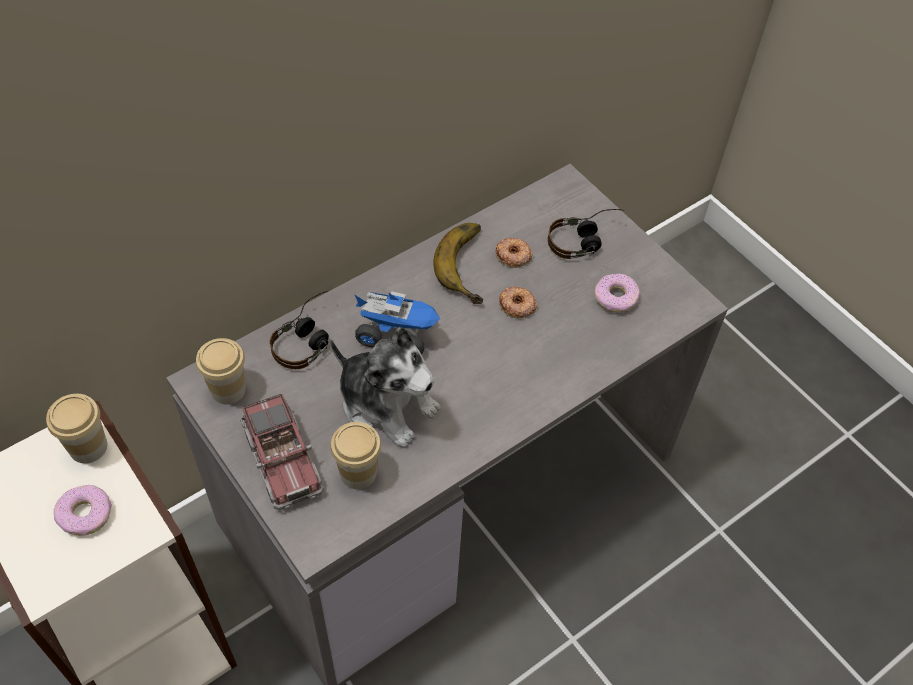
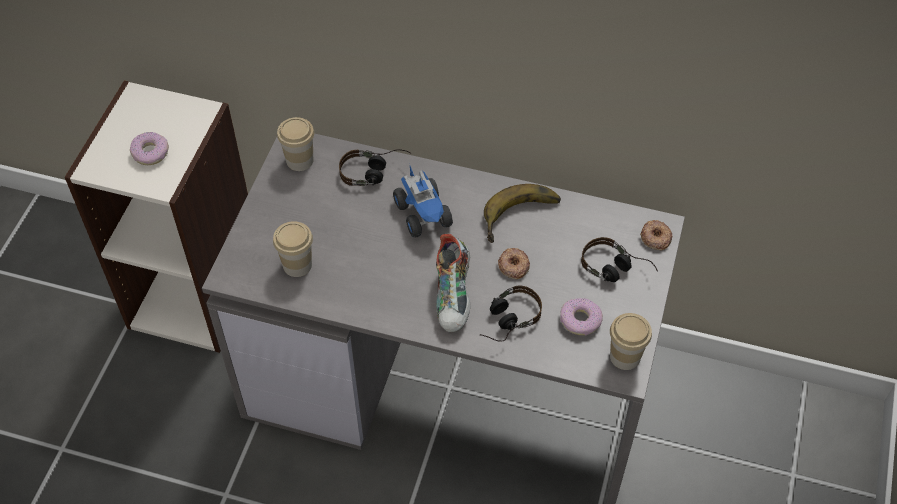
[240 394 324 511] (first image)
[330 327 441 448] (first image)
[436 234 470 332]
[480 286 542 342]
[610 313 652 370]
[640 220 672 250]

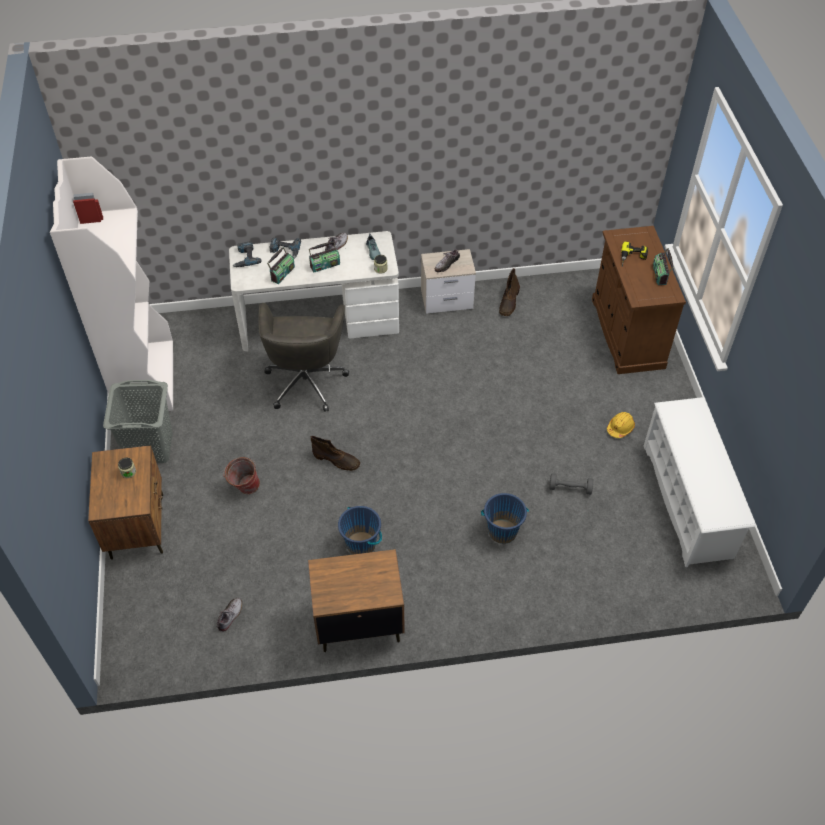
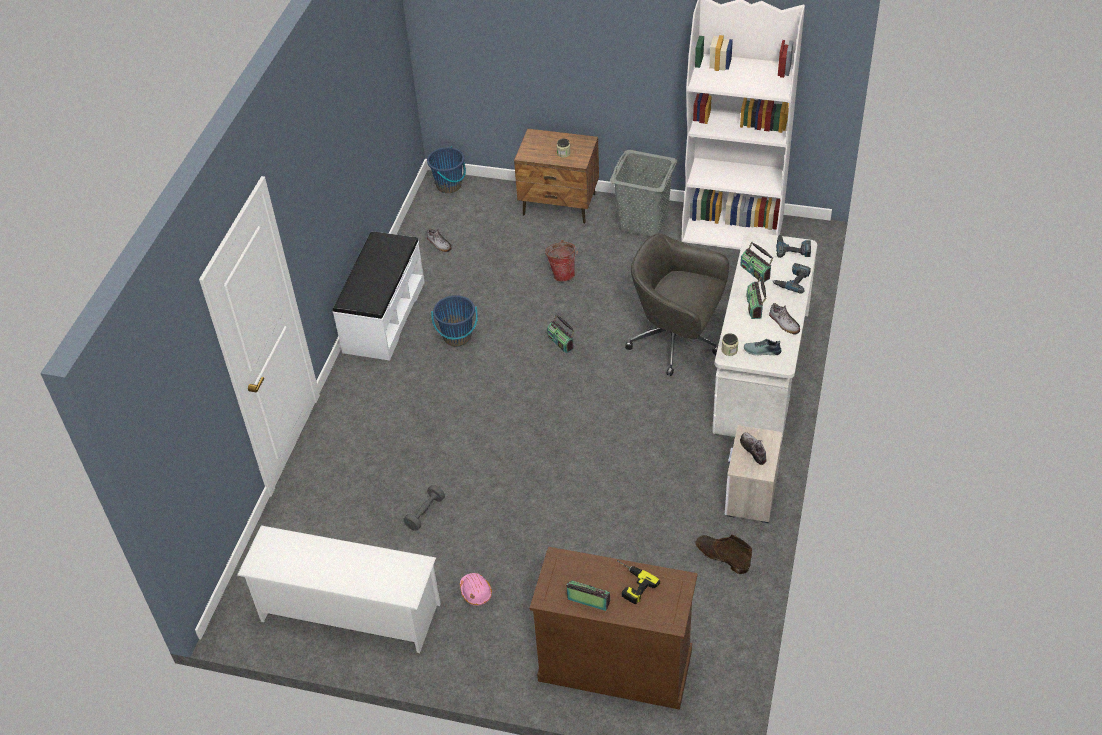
[427 147 466 193]
[333 231 425 361]
[547 314 575 353]
[460 573 492 606]

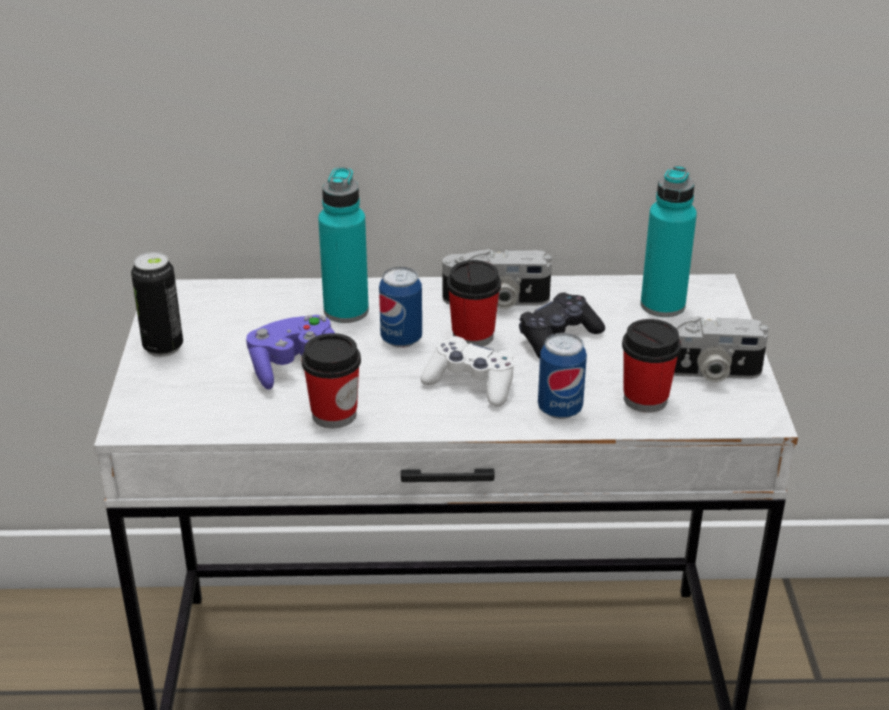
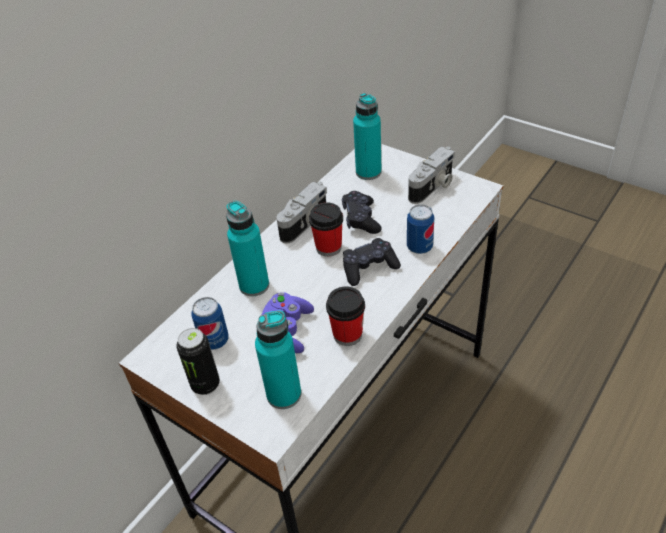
[622 319 681 413] (first image)
[255 310 301 409]
[191 297 229 350]
[343 238 401 286]

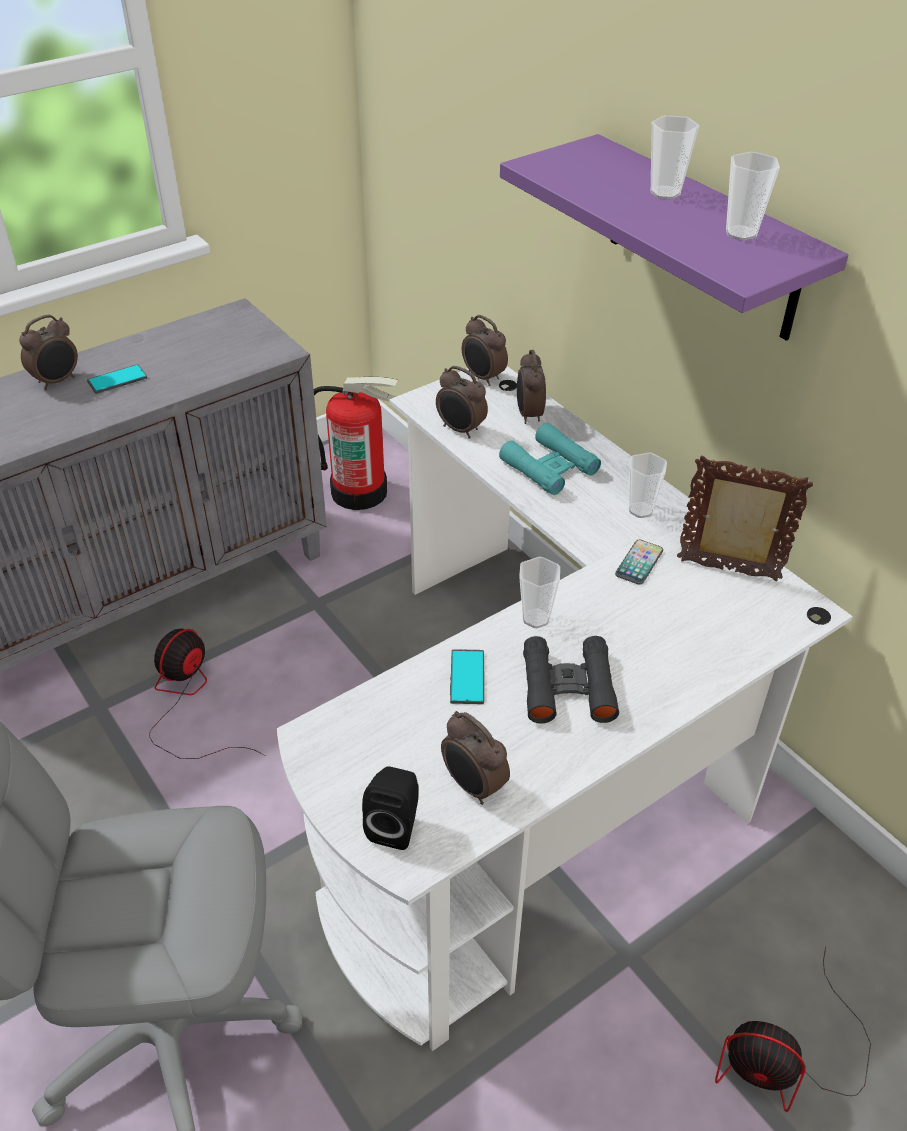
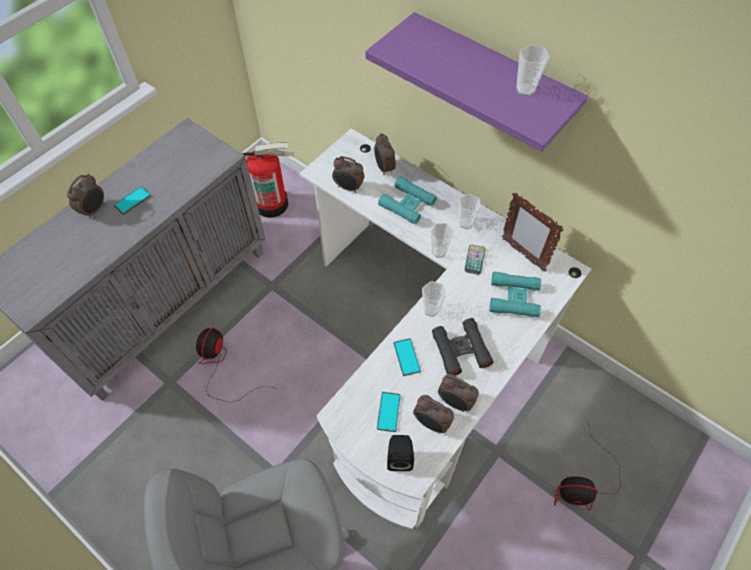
[377 392 401 432]
[490 271 541 317]
[438 374 479 412]
[431 223 454 258]
[502 193 564 272]

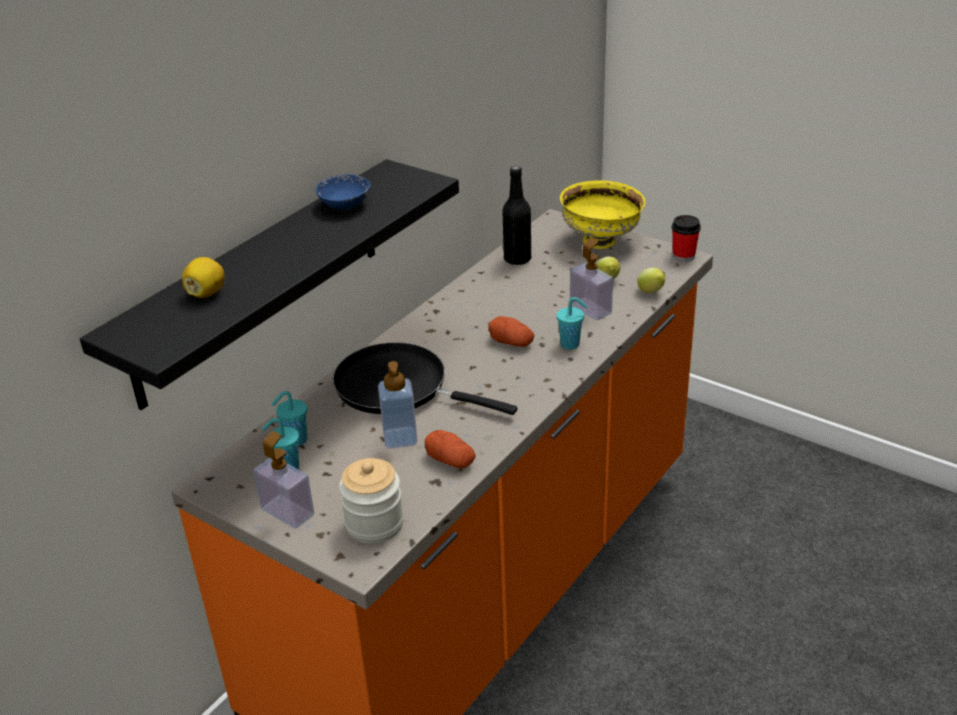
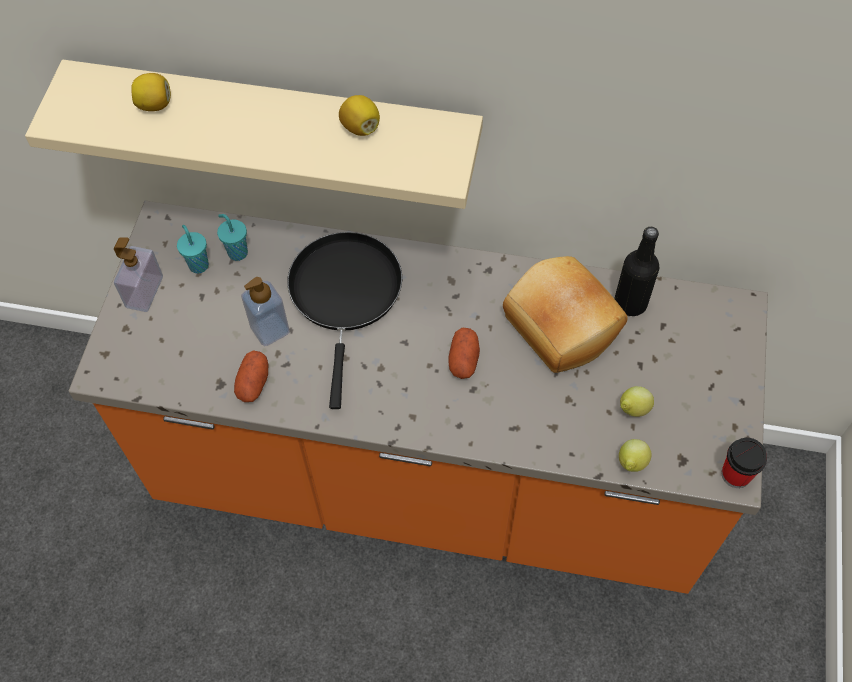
[339 458 404 544] (first image)
[557 297 587 350] (first image)
[560 180 645 249] (first image)
[570 238 613 320] (first image)
[503 256 627 373]
[339 95 380 136]
[25 60 483 209]

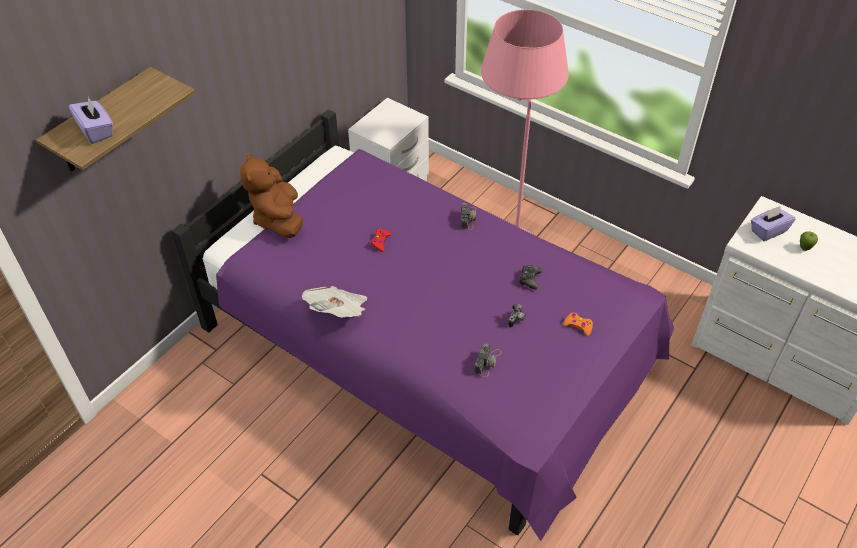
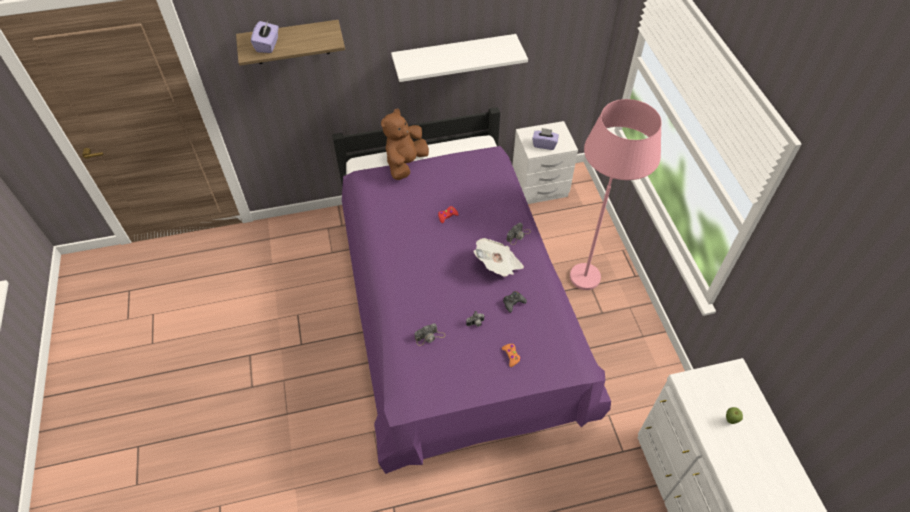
[391 34 528 82]
[473 238 524 277]
[532 128 559 150]

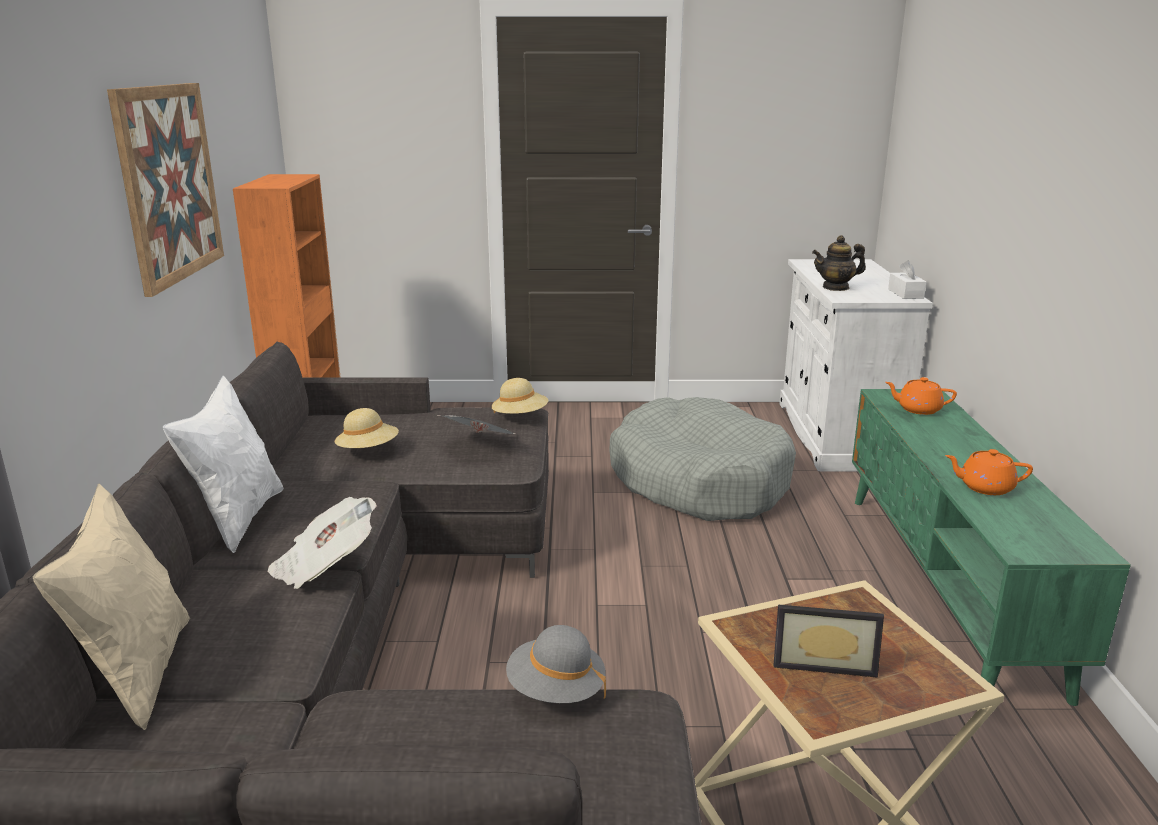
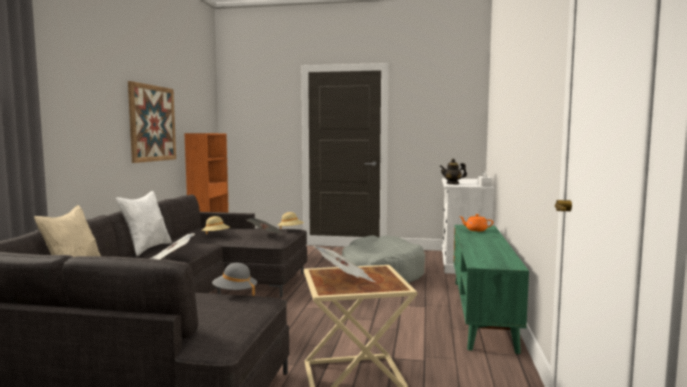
[945 449 1033 495] (first image)
[313 246 375 282]

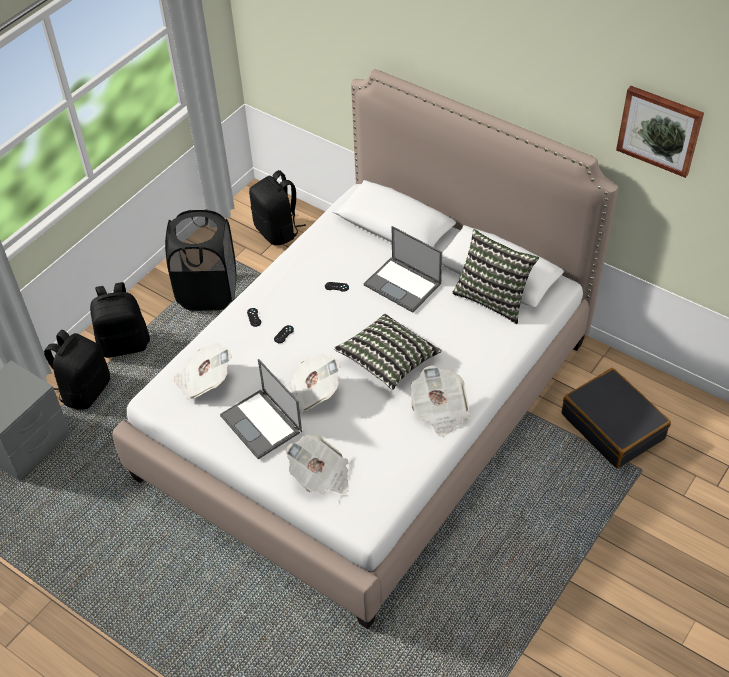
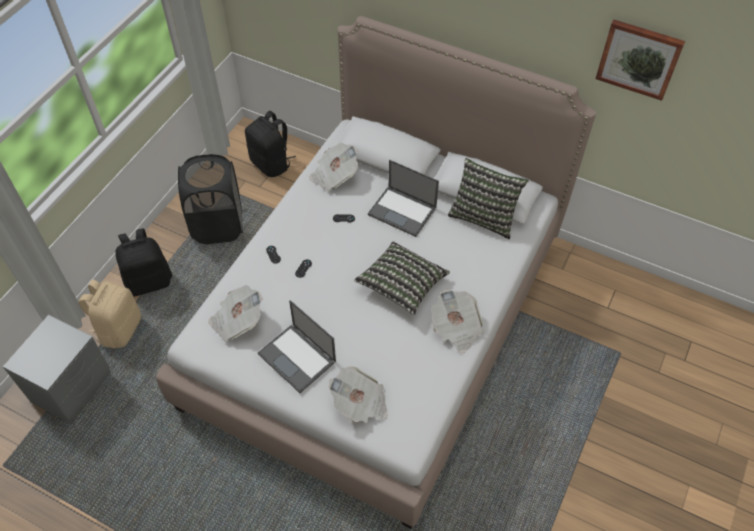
[562 368 671 469] (first image)
[309 143 358 192]
[79 279 141 348]

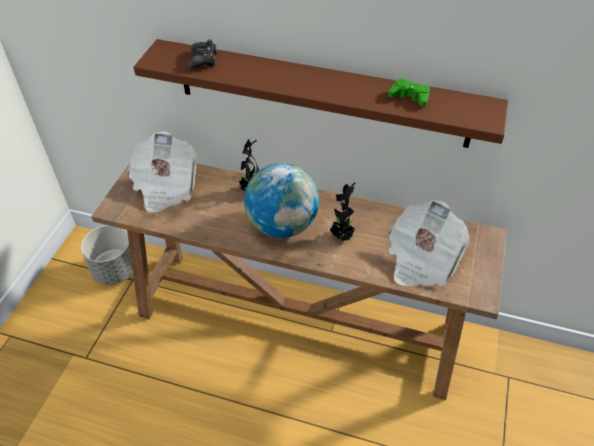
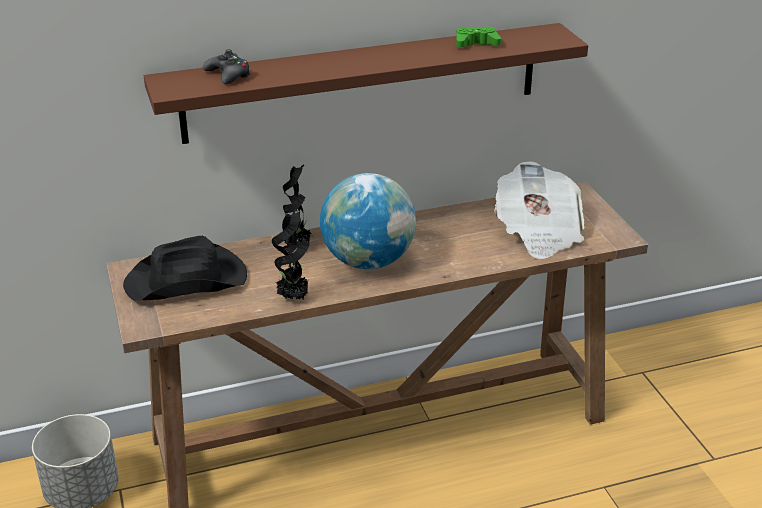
[272 209 310 300]
[123 236 247 301]

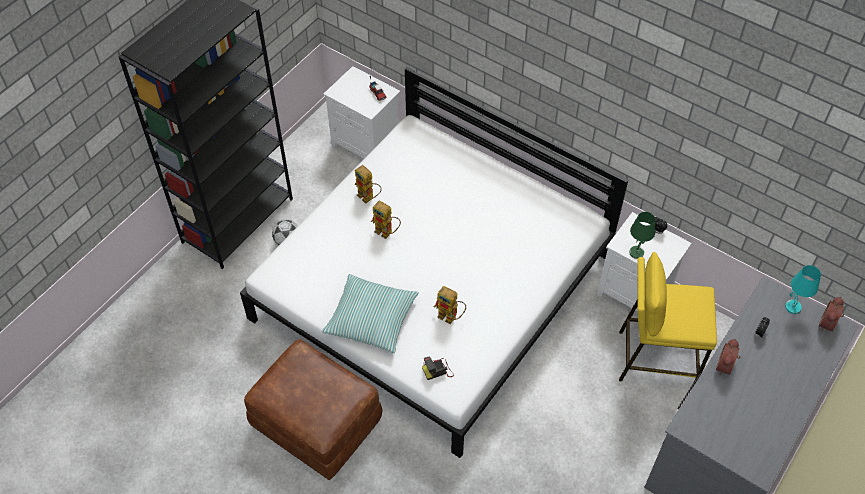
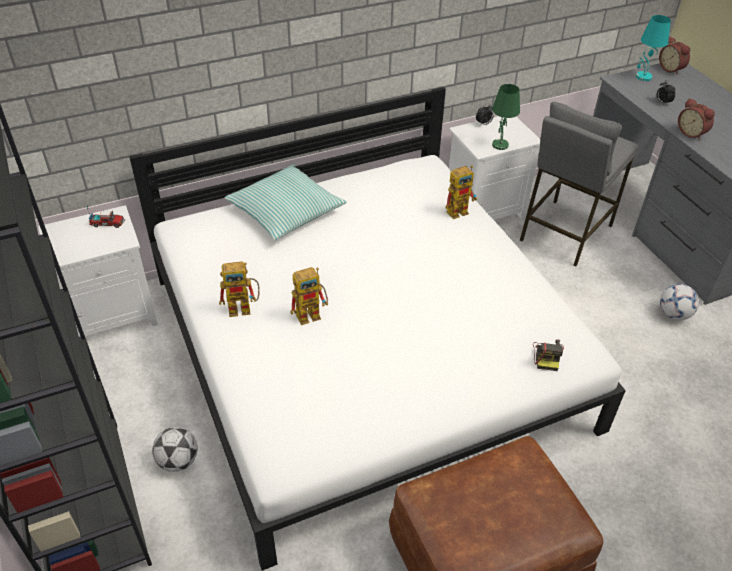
[660 284 699 320]
[224 164 347 240]
[445 165 477 219]
[520 102 638 266]

